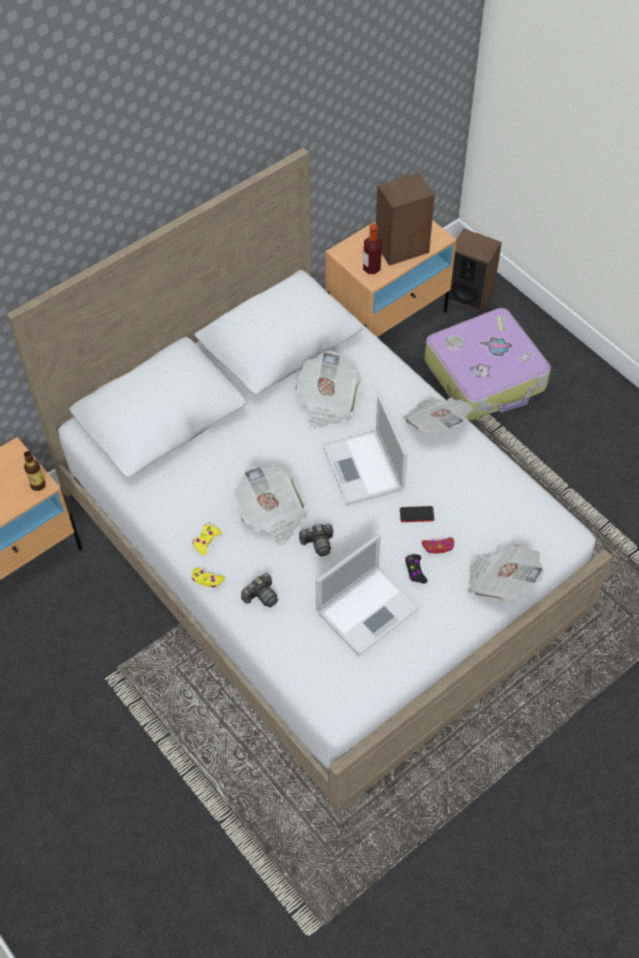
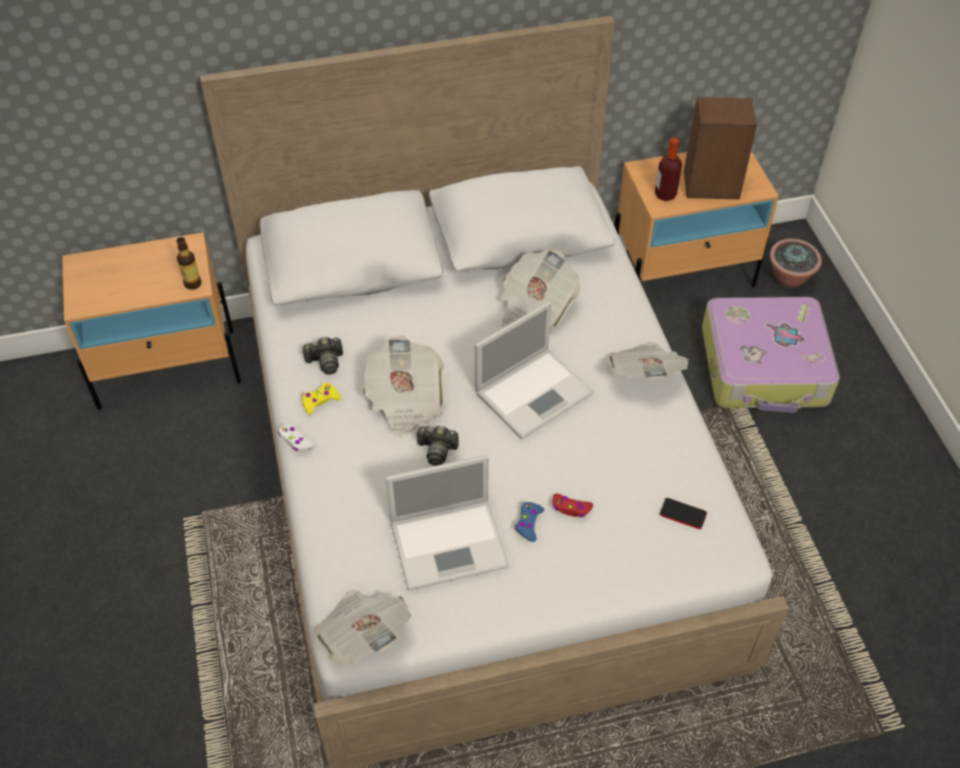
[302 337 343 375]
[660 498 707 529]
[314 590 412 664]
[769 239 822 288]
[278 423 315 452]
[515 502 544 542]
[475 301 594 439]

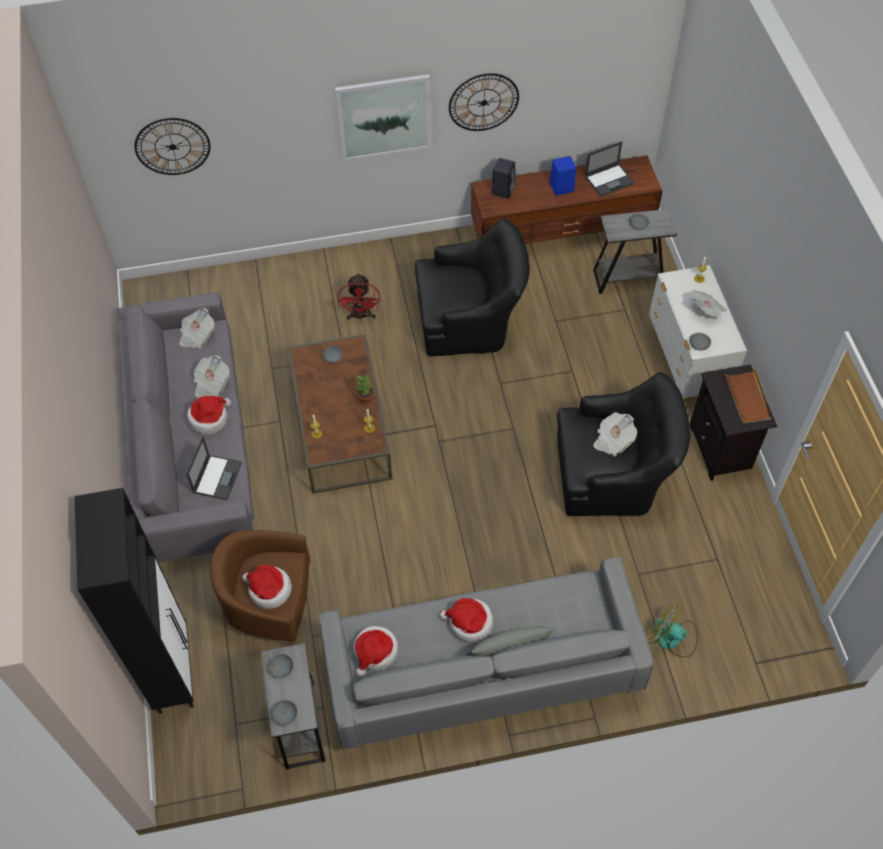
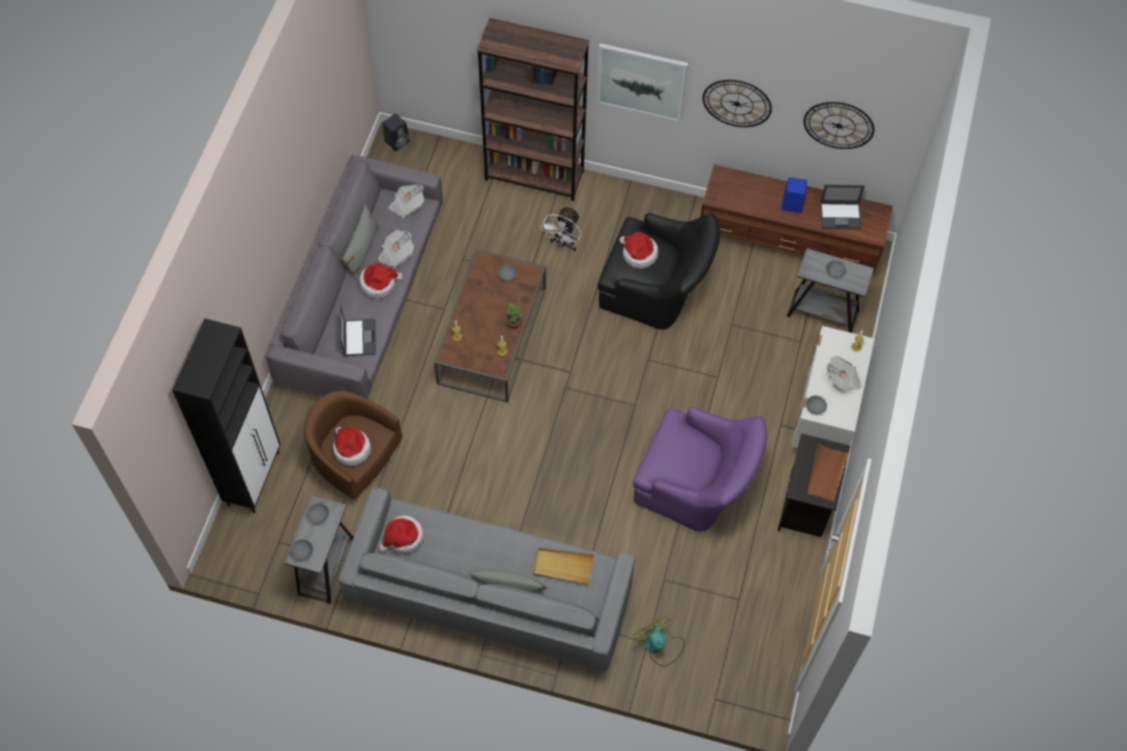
[593 412 637 456] (first image)
[342 204 380 280]
[477 18 589 201]
[533 548 594 584]
[803 102 874 149]
[619 232 658 269]
[383 113 410 151]
[540 206 581 251]
[633 407 767 532]
[340 305 376 356]

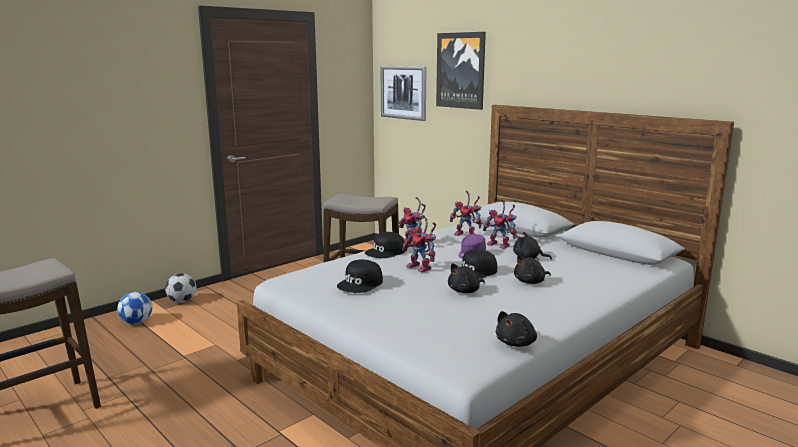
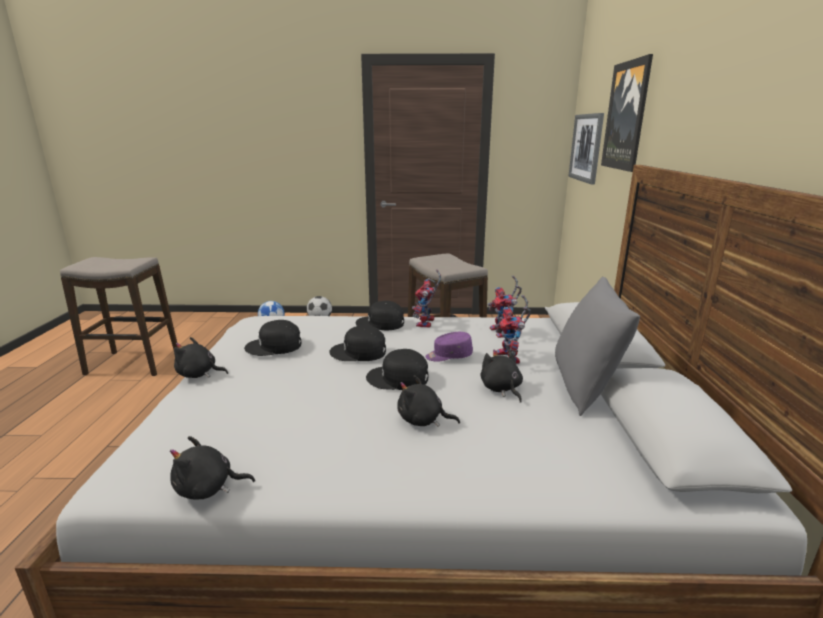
[555 277 640 416]
[174 337 228 378]
[329 325 386 361]

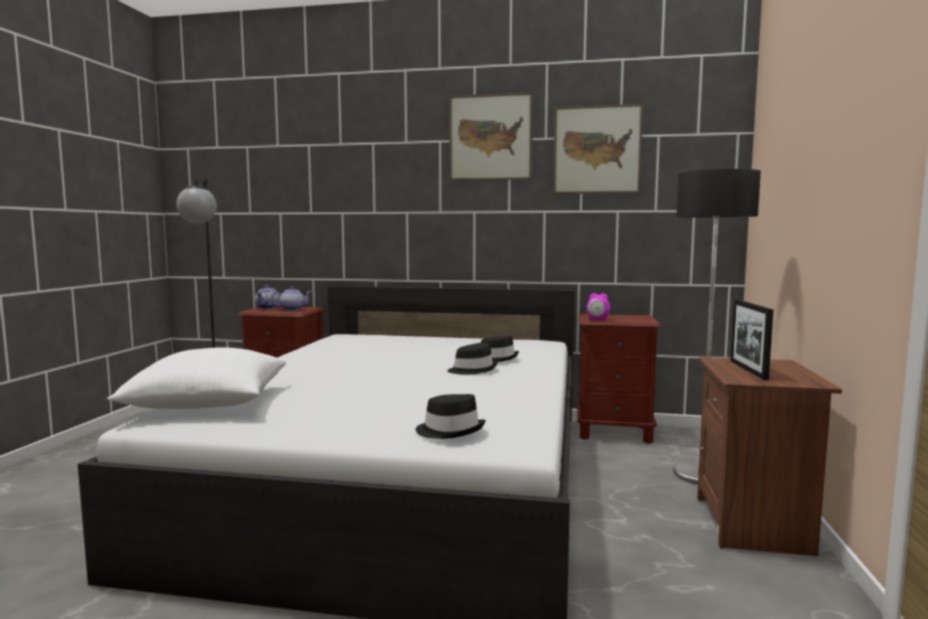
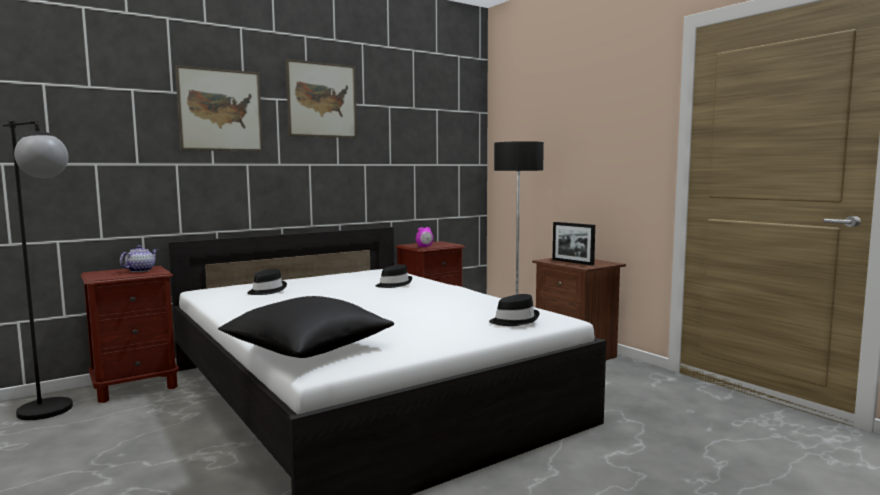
[255 285 280 309] (first image)
[248 269 287 295]
[175 65 263 151]
[218 296 394 358]

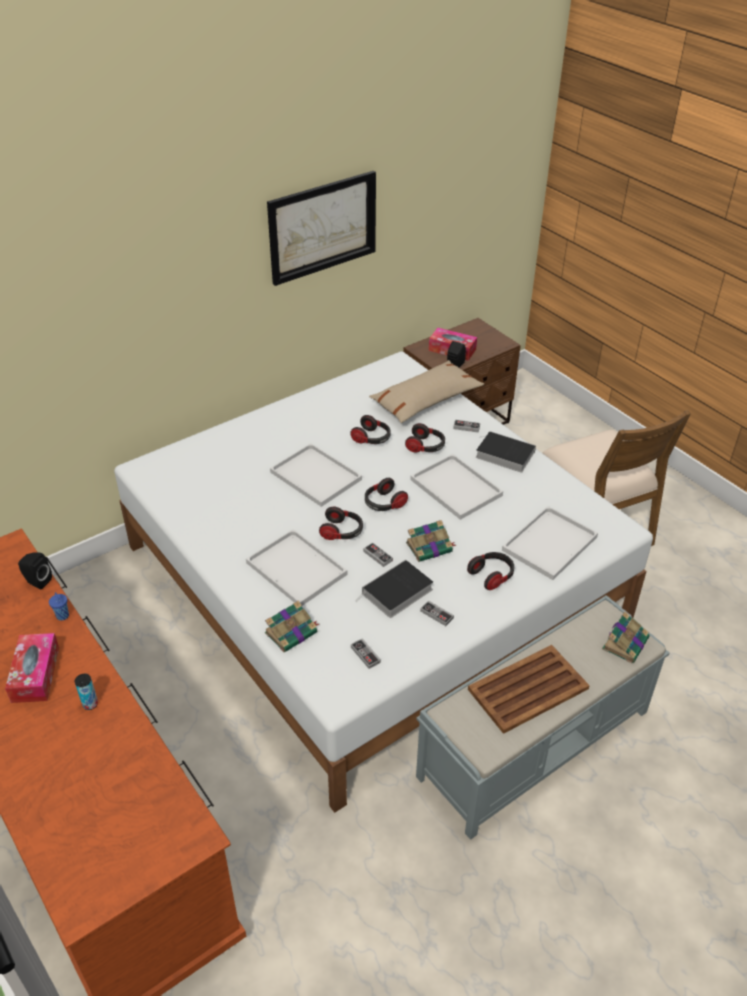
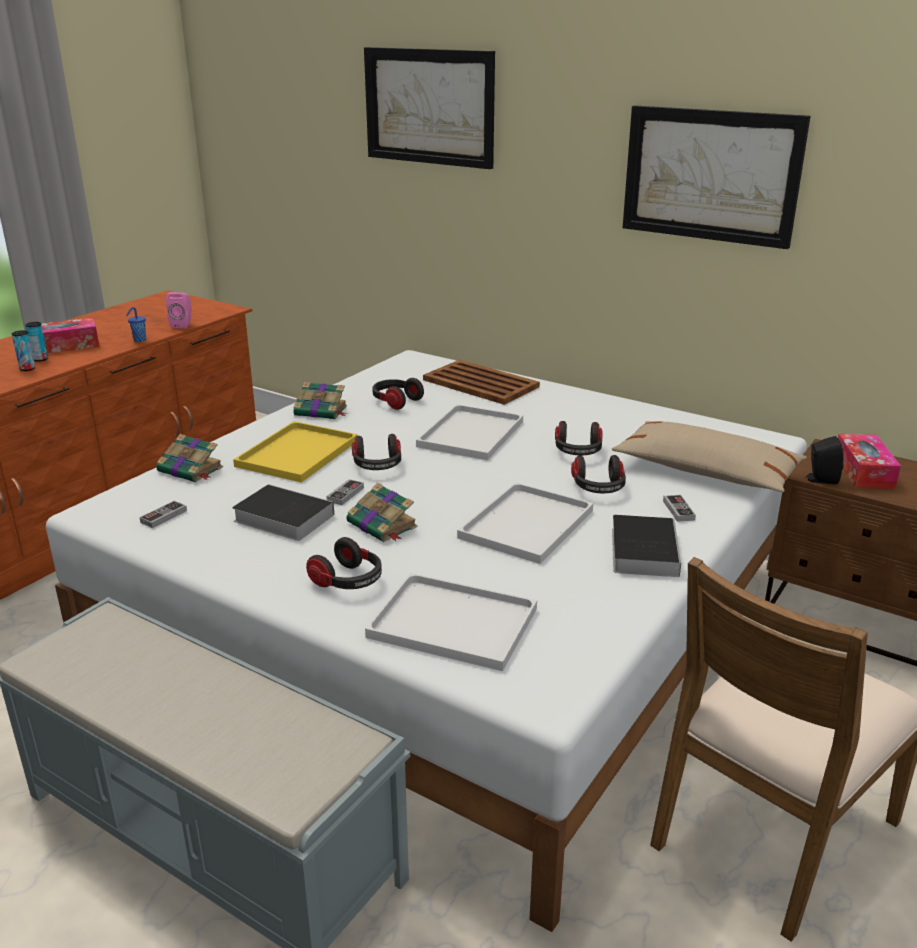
[420 600 454 626] (first image)
[25 322 48 362]
[364 47 495 169]
[372 378 424 410]
[423 360 540 405]
[293 382 347 419]
[166 292 191 328]
[233 421 358 483]

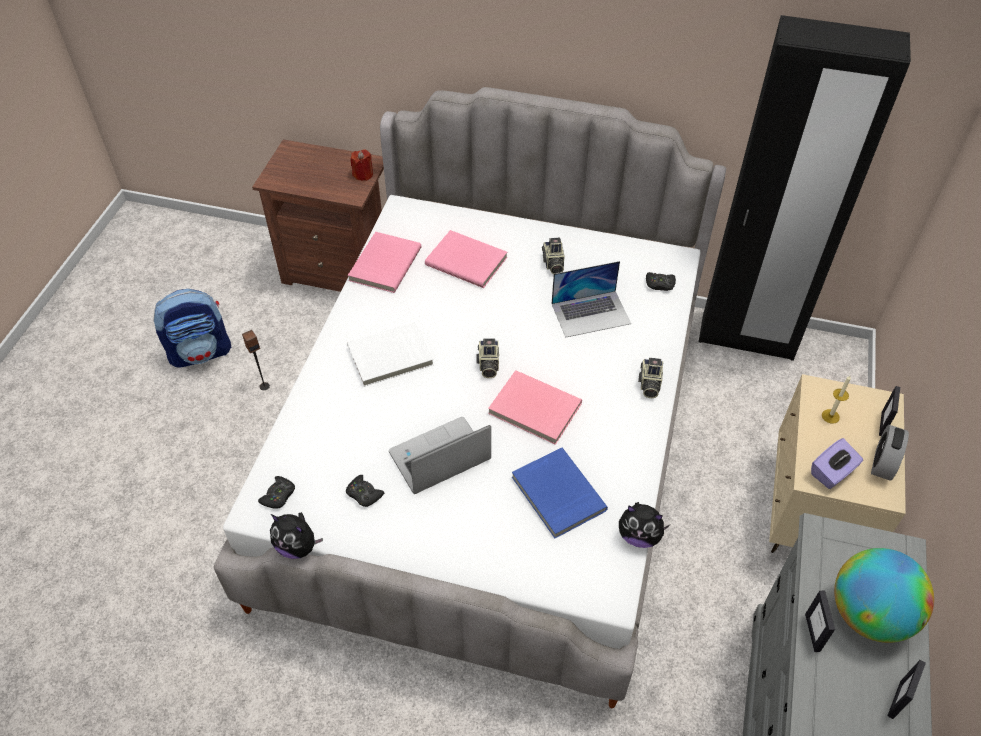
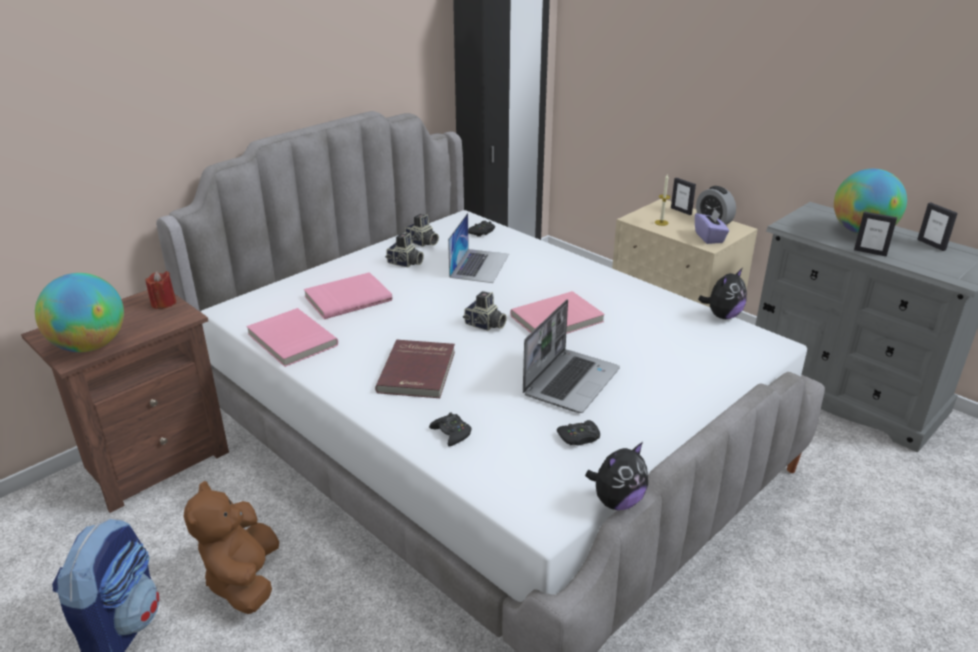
[512 448 608 538] (first image)
[35 273 124 352]
[429 412 471 447]
[404 214 439 247]
[184 481 279 614]
[375 340 455 398]
[523 299 620 413]

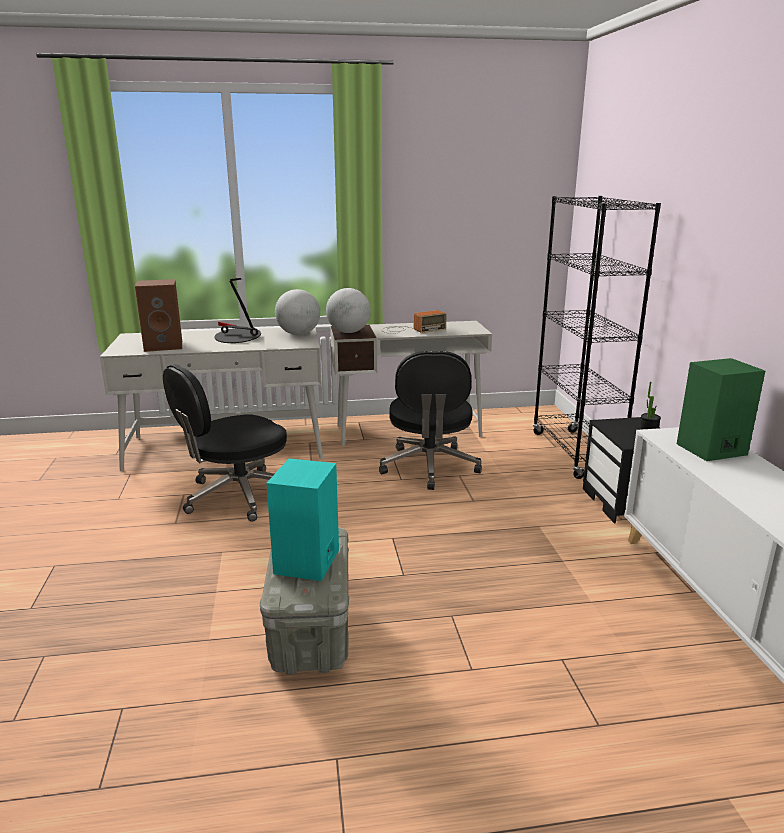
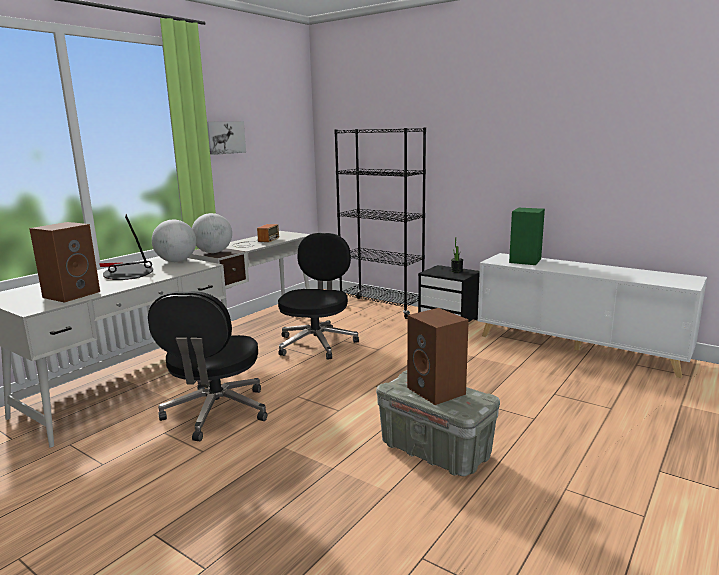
[207 121 246 155]
[407 308 469 405]
[278 233 359 360]

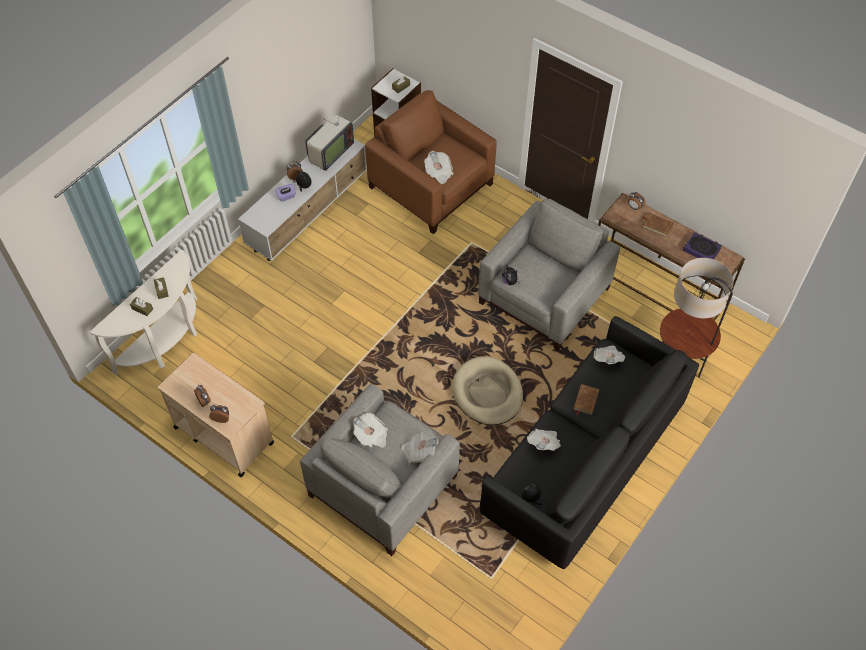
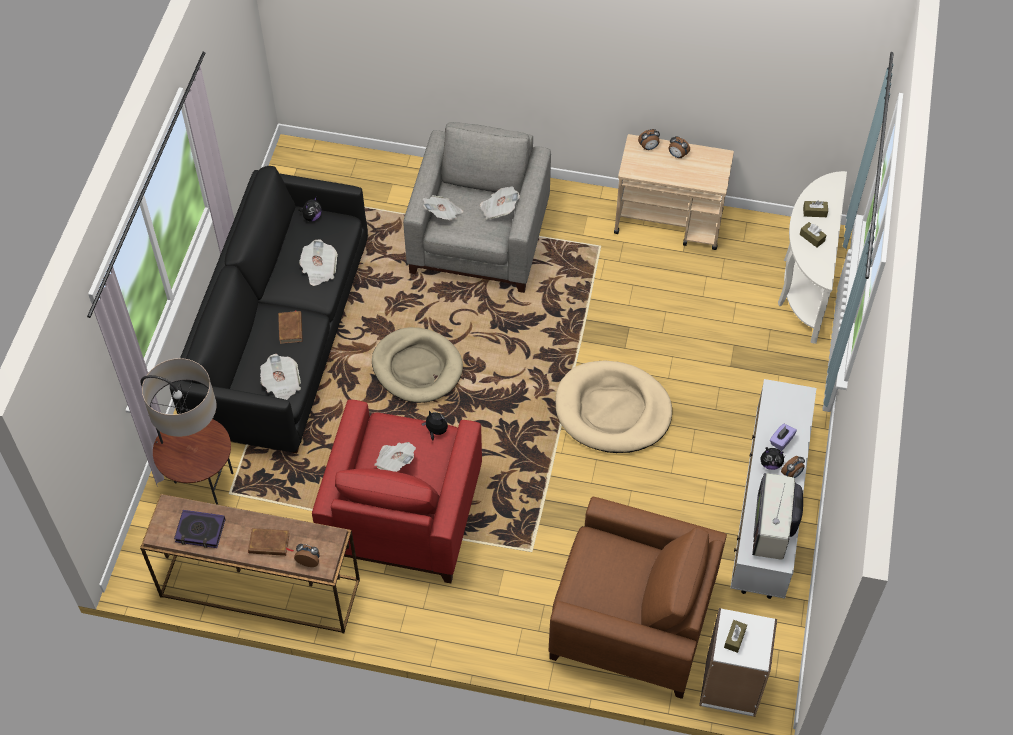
[556 360 672 453]
[374 442 416 472]
[312 399 482 583]

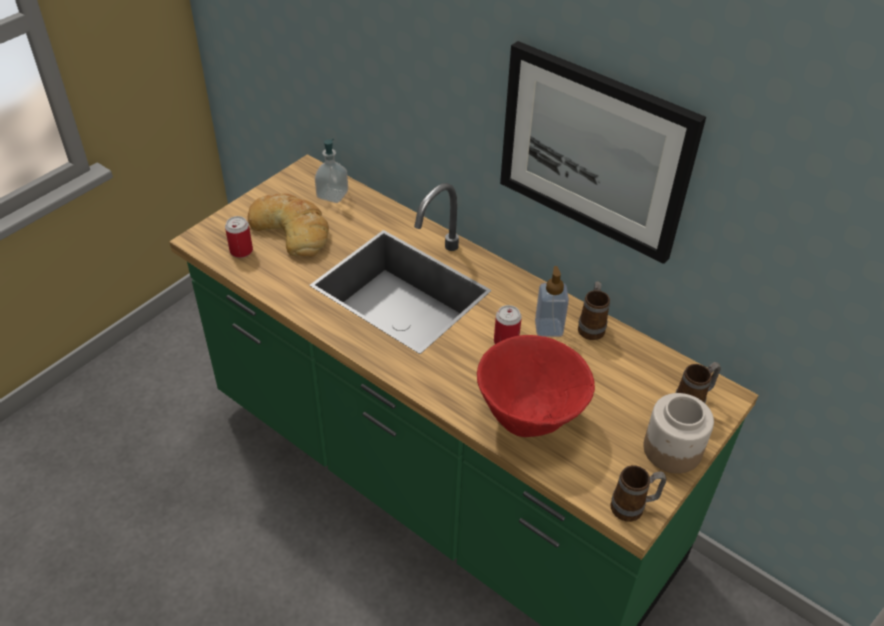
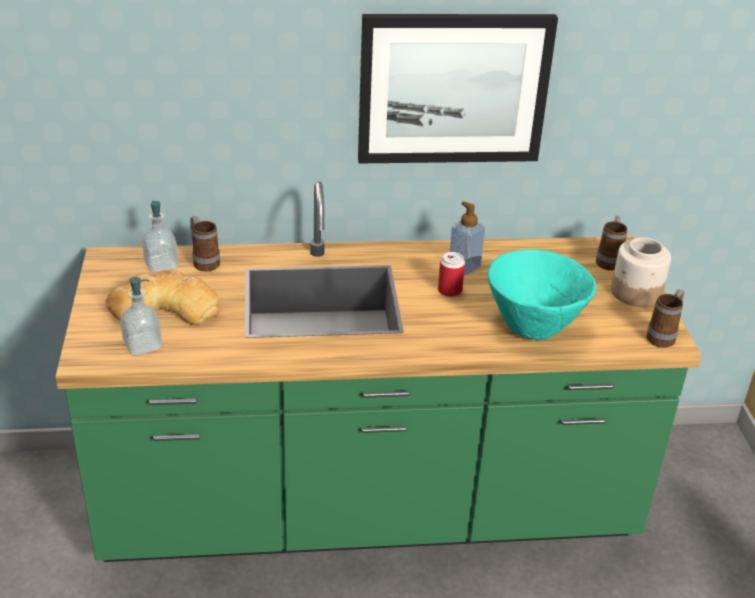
[190 216 220 271]
[120 277 162 356]
[488 250 597 340]

